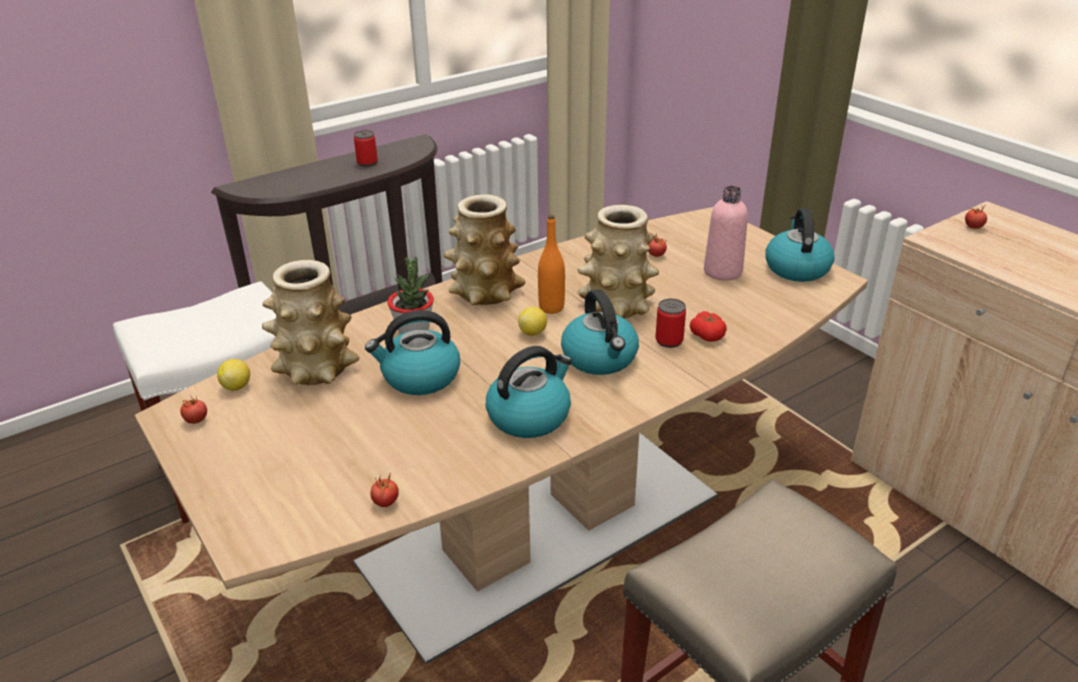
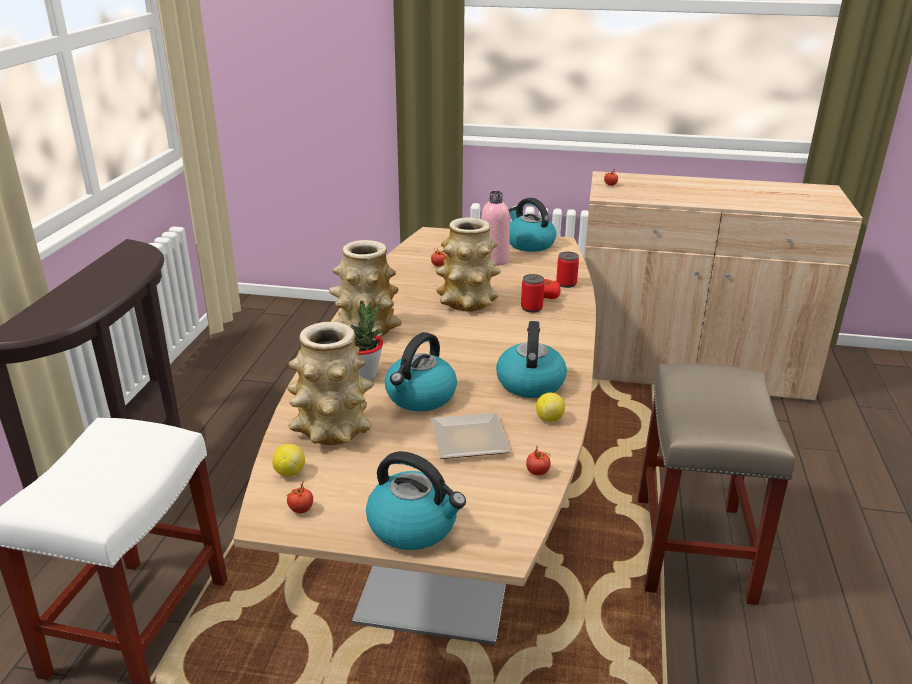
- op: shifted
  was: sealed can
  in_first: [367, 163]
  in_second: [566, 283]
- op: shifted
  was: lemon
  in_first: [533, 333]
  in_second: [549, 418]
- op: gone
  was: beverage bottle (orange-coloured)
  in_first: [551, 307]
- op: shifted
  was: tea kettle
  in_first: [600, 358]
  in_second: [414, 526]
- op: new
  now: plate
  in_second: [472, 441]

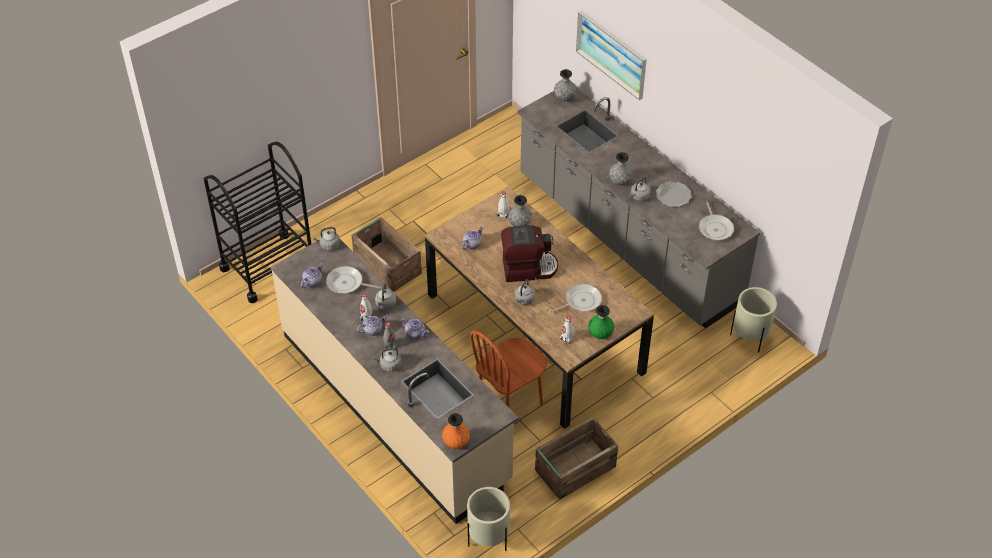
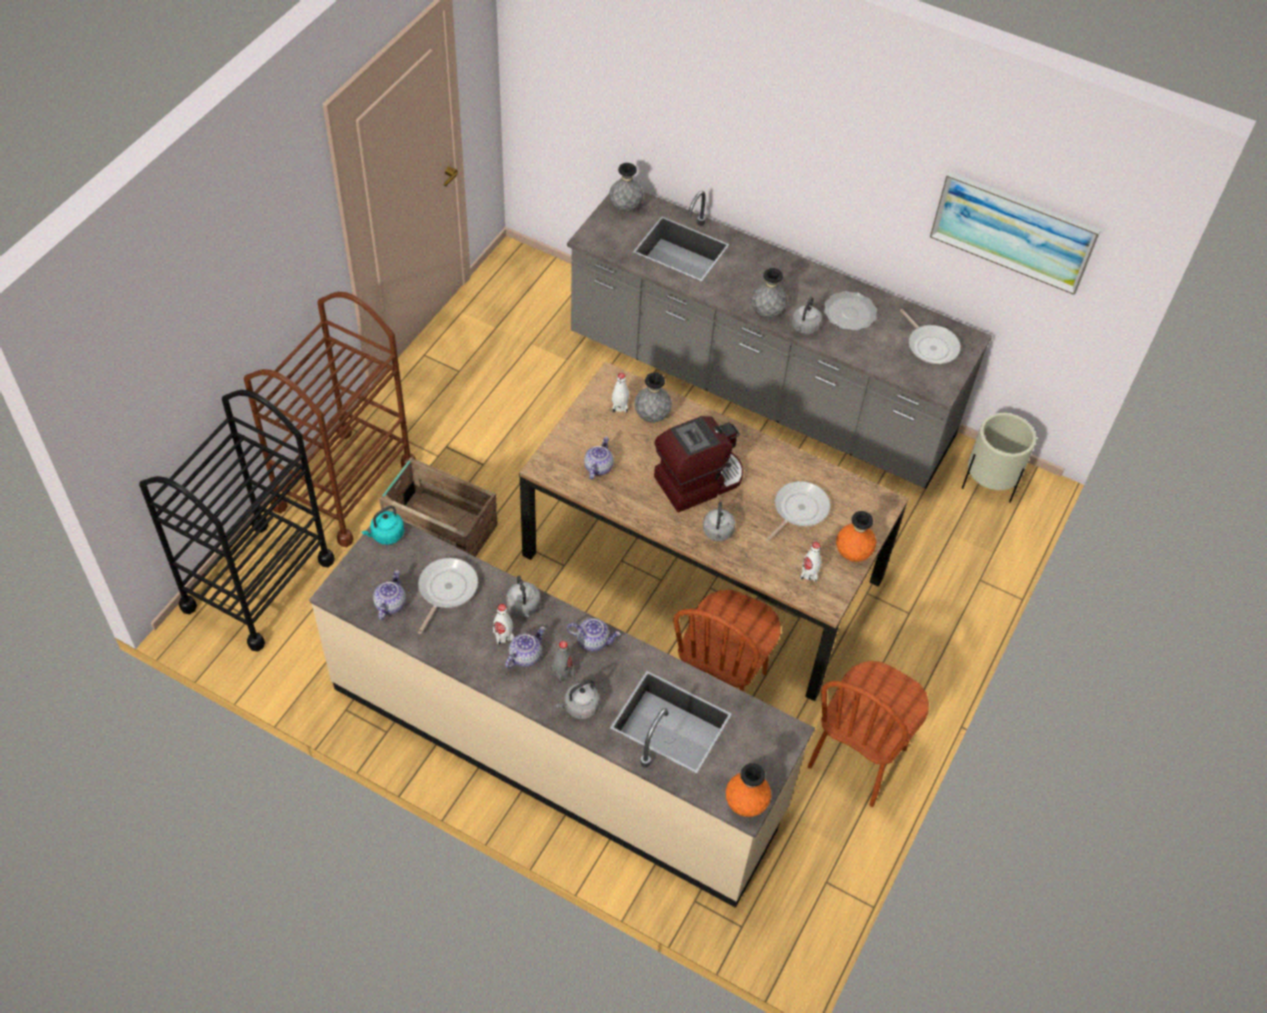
- op: repainted
  was: tea kettle (greyish)
  now: tea kettle (turquoise)
  in_first: [328, 245]
  in_second: [386, 535]
- op: rotated
  was: frying pan
  in_first: [347, 283]
  in_second: [446, 590]
  clockwise: 120
- op: gone
  was: planter (sand-coloured)
  in_first: [488, 539]
- op: swapped
  was: crate
  now: chair (brown-coloured)
  in_first: [574, 469]
  in_second: [858, 758]
- op: shifted
  was: picture
  in_first: [611, 54]
  in_second: [1013, 231]
- op: repainted
  was: flower vase (green-coloured)
  now: flower vase (orange-coloured)
  in_first: [600, 334]
  in_second: [852, 553]
- op: new
  now: wheeled cart (brown-coloured)
  in_second: [344, 486]

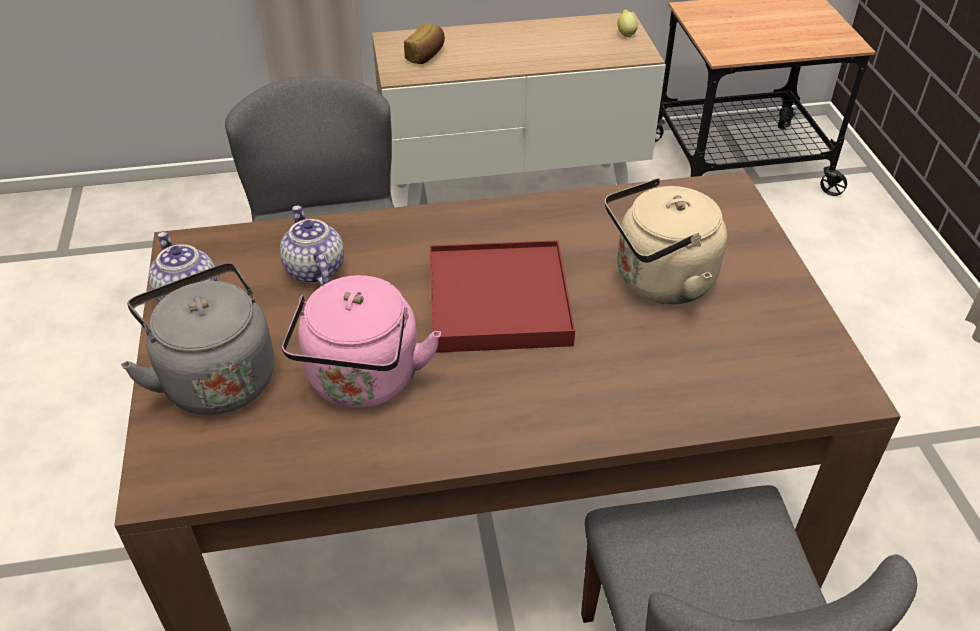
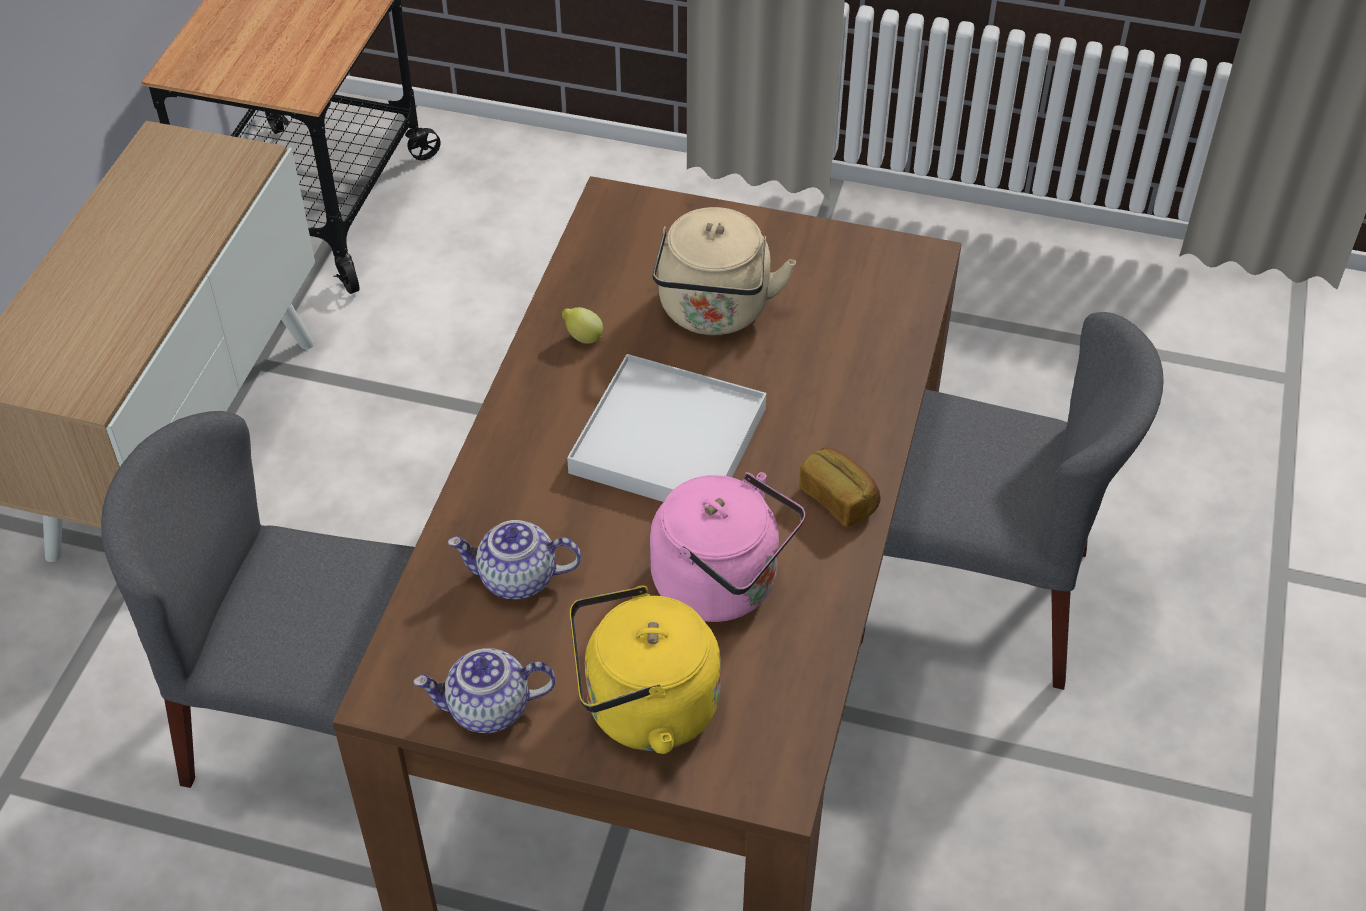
- op: repainted
  was: tea kettle (greyish)
  now: tea kettle (yellow-coloured)
  in_first: [216, 377]
  in_second: [643, 709]
- op: shifted
  was: bread
  in_first: [426, 55]
  in_second: [839, 498]
- op: repainted
  was: tray (red)
  now: tray (whitish)
  in_first: [499, 301]
  in_second: [668, 440]
- op: shifted
  was: lemon
  in_first: [625, 34]
  in_second: [583, 338]

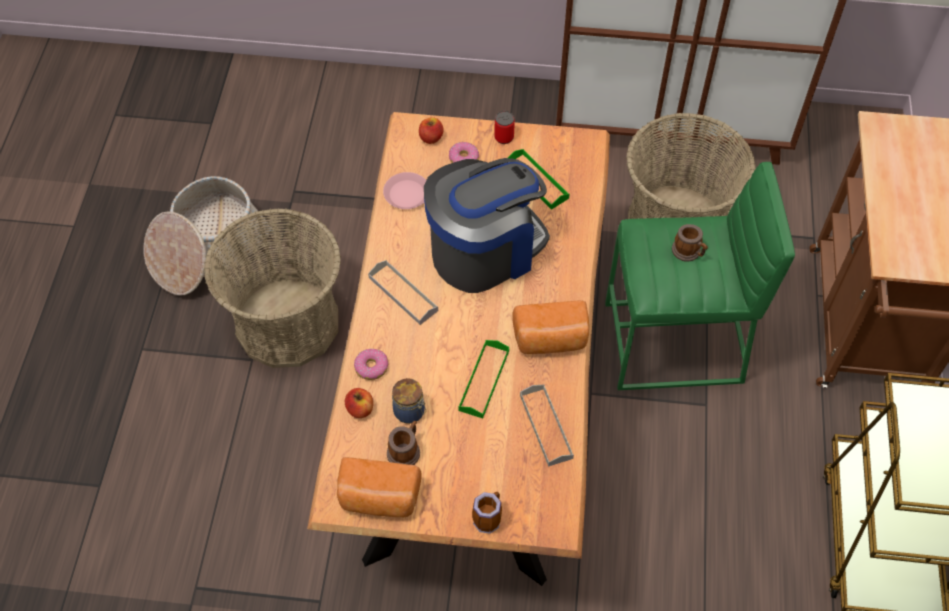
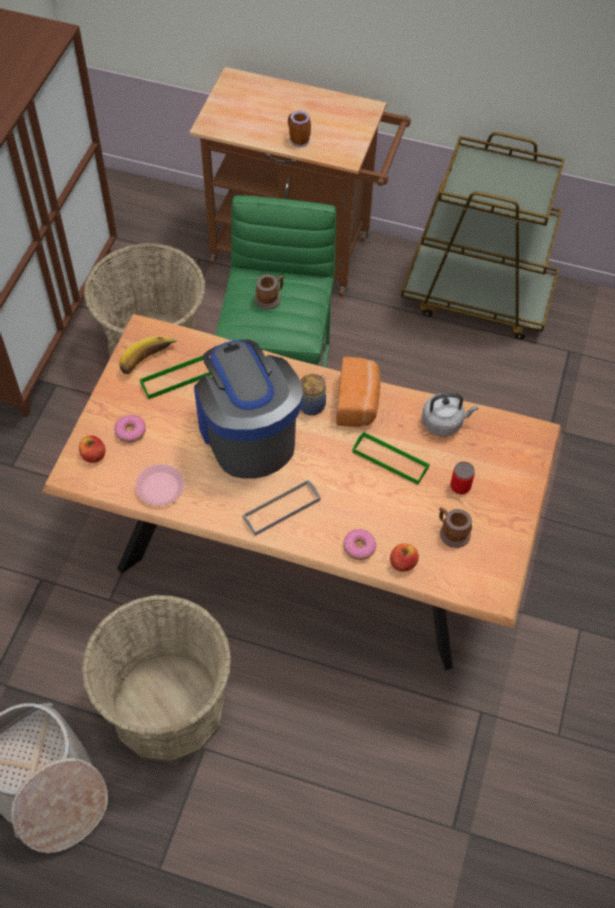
- op: gone
  was: bread
  in_first: [379, 498]
- op: shifted
  was: storage jar
  in_first: [410, 412]
  in_second: [312, 405]
- op: shifted
  was: mug
  in_first: [487, 518]
  in_second: [297, 140]
- op: shifted
  was: sealed can
  in_first: [504, 137]
  in_second: [460, 486]
- op: swapped
  was: tray (greyish)
  now: tea kettle (greyish)
  in_first: [546, 426]
  in_second: [444, 423]
- op: new
  now: banana
  in_second: [149, 362]

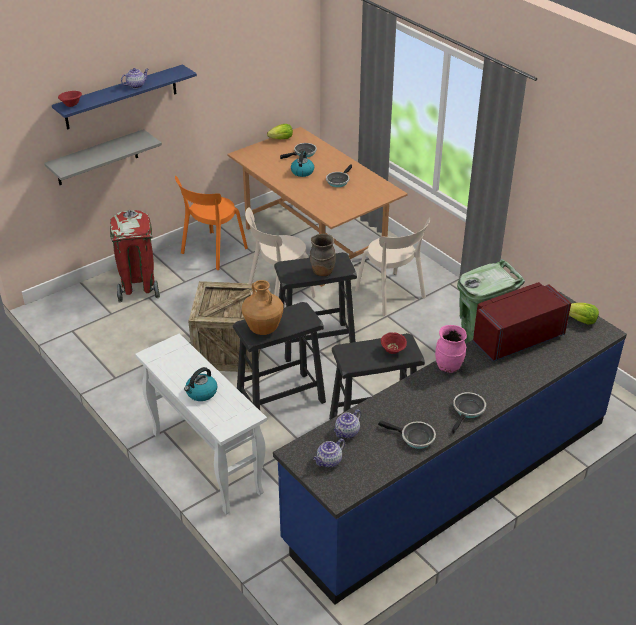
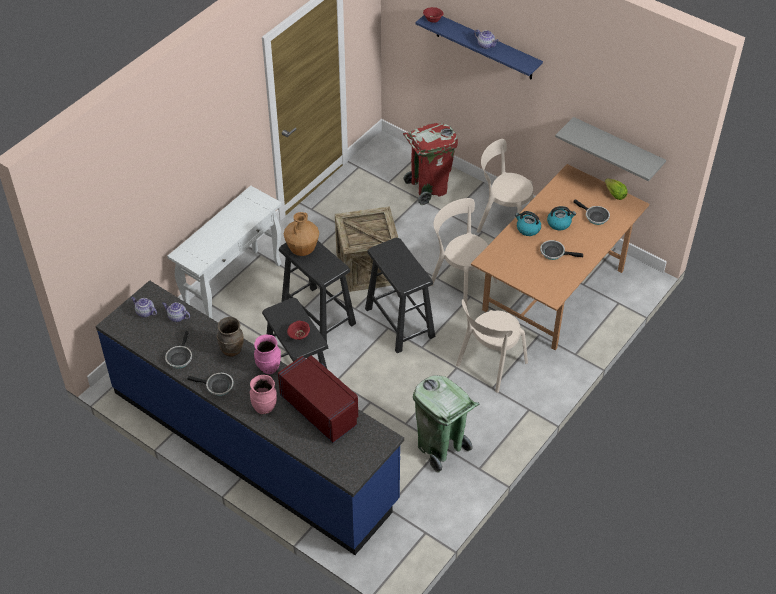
- op: shifted
  was: shelf (greyish)
  in_first: [97, 158]
  in_second: [617, 148]
- op: repainted
  was: chair (orange-coloured)
  now: chair (sand-coloured)
  in_first: [212, 252]
  in_second: [502, 221]
- op: shifted
  was: tea kettle
  in_first: [201, 393]
  in_second: [527, 229]
- op: shifted
  was: flower vase (brown-coloured)
  in_first: [322, 272]
  in_second: [232, 349]
- op: gone
  was: head of lettuce
  in_first: [581, 321]
- op: new
  now: flower vase (pink-coloured)
  in_second: [265, 407]

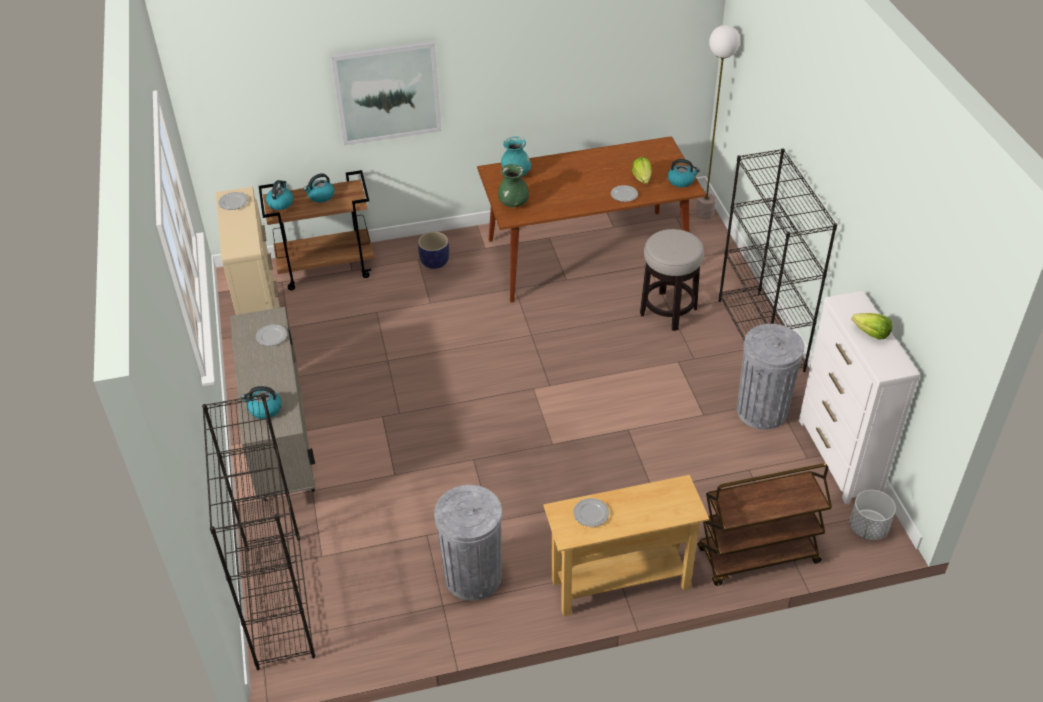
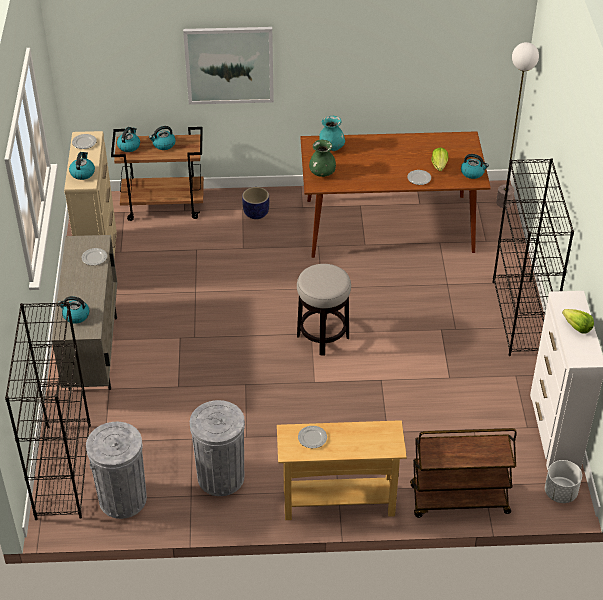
- op: shifted
  was: sitting stool
  in_first: [668, 311]
  in_second: [323, 336]
- op: shifted
  was: waste bin (greyish)
  in_first: [762, 411]
  in_second: [122, 499]
- op: new
  now: tea kettle
  in_second: [82, 173]

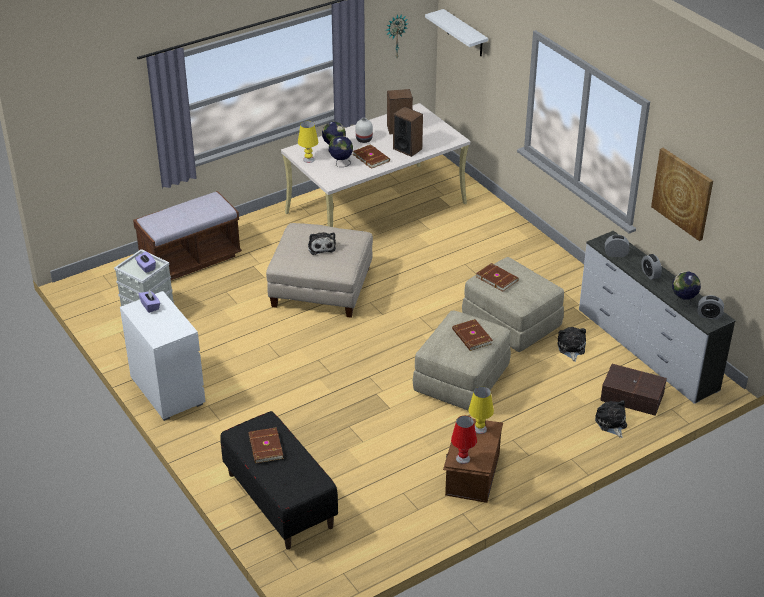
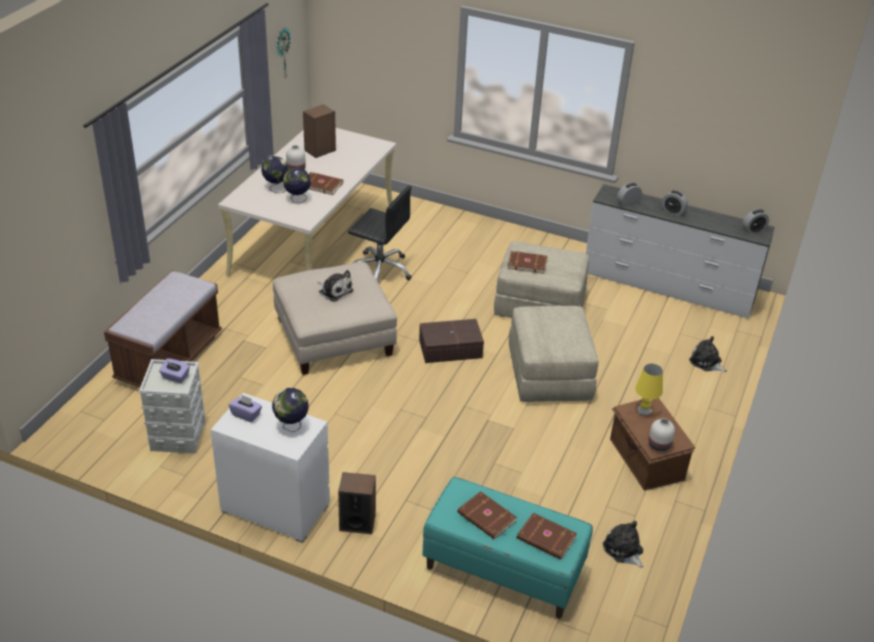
- op: repainted
  was: bench (black-coloured)
  now: bench (turquoise)
  in_first: [279, 500]
  in_second: [502, 570]
- op: gone
  was: tabletop lamp (yellow-coloured)
  in_first: [308, 160]
- op: shifted
  was: audio speaker
  in_first: [407, 149]
  in_second: [357, 522]
- op: gone
  was: shelf (whitish)
  in_first: [465, 34]
- op: swapped
  was: tabletop lamp (red)
  now: flower vase (whitish)
  in_first: [463, 458]
  in_second: [659, 444]
- op: shifted
  was: book (brown-coloured)
  in_first: [471, 337]
  in_second: [546, 539]
- op: shifted
  was: plush toy
  in_first: [571, 348]
  in_second: [624, 550]
- op: shifted
  was: storage bin (brown-coloured)
  in_first: [631, 396]
  in_second: [449, 348]
- op: gone
  was: picture
  in_first: [682, 193]
- op: shifted
  was: desk globe
  in_first: [683, 302]
  in_second: [291, 426]
- op: new
  now: office chair (black-coloured)
  in_second: [380, 270]

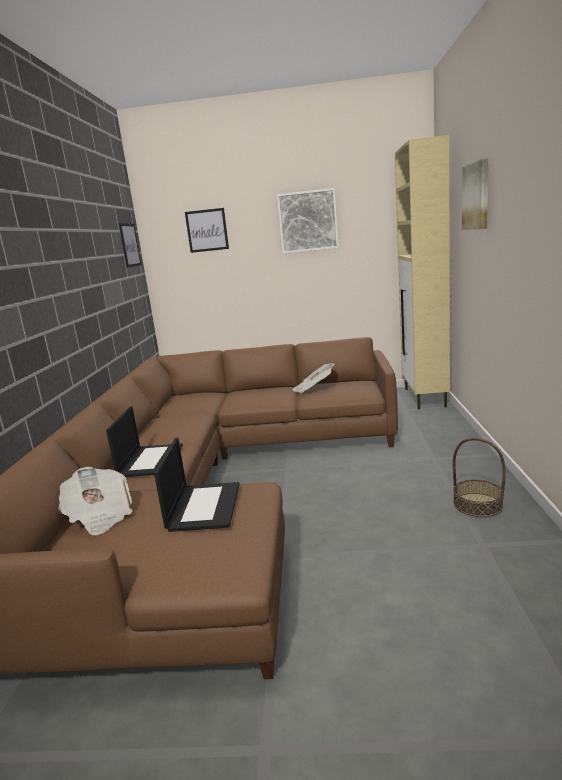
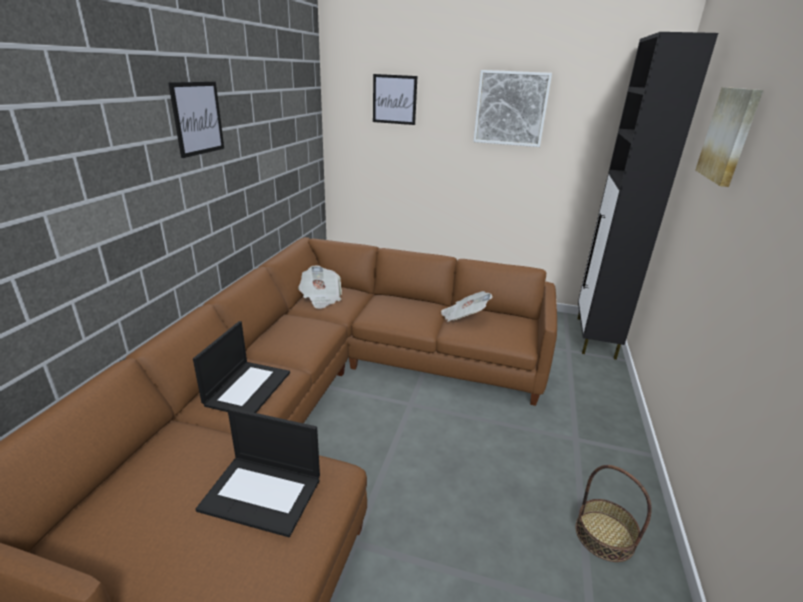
- op: shifted
  was: daily paper
  in_first: [99, 516]
  in_second: [320, 298]
- op: shifted
  was: picture
  in_first: [129, 245]
  in_second: [197, 118]
- op: rotated
  was: notebook computer
  in_first: [204, 506]
  in_second: [263, 493]
  clockwise: 90
- op: repainted
  was: cabinet (sand-coloured)
  now: cabinet (black-coloured)
  in_first: [424, 398]
  in_second: [595, 338]

